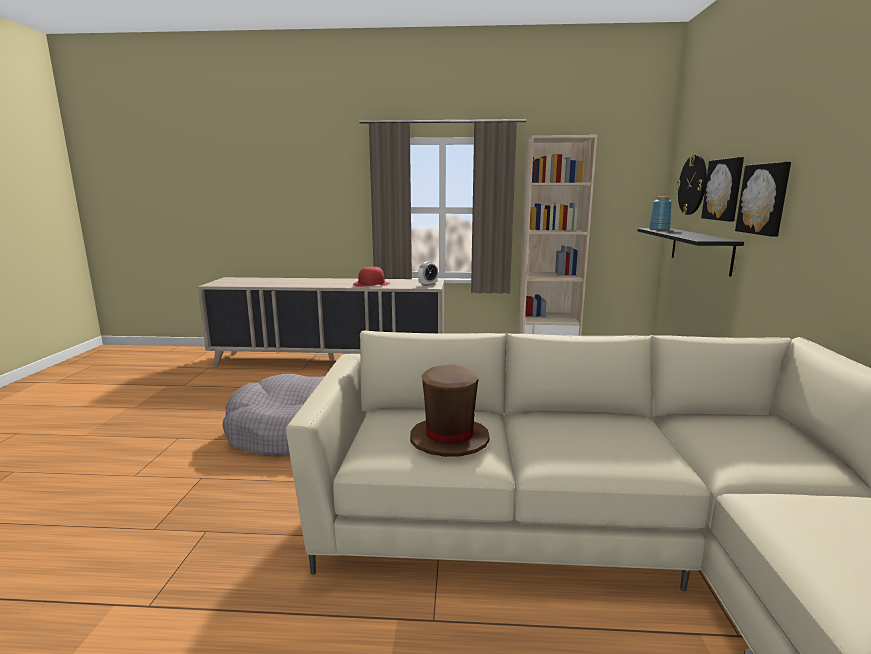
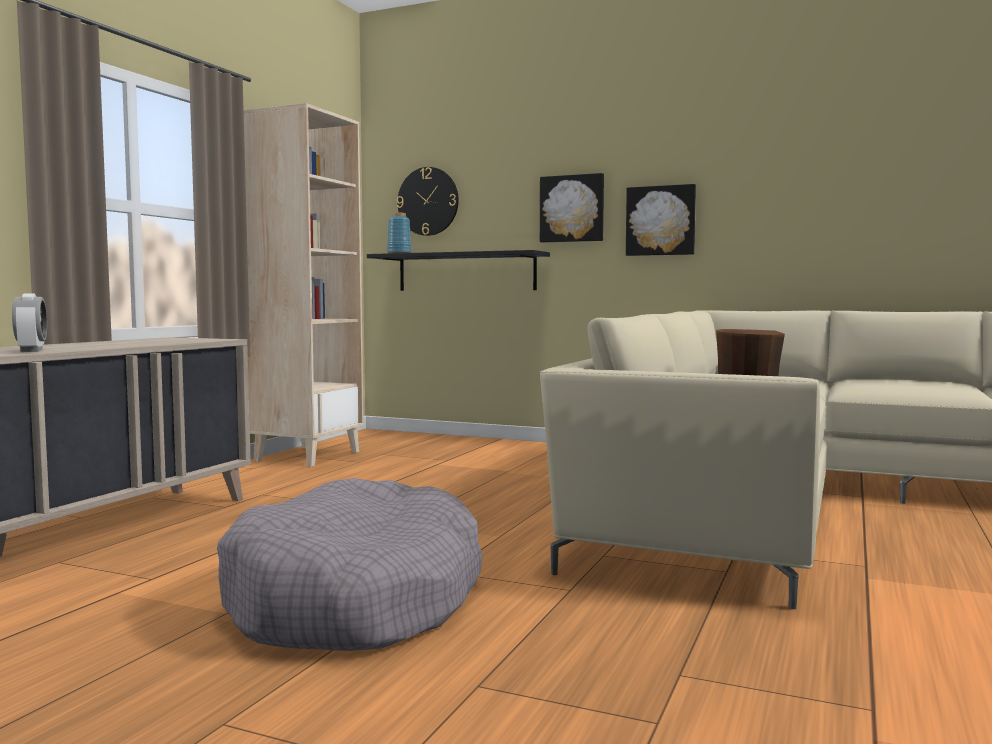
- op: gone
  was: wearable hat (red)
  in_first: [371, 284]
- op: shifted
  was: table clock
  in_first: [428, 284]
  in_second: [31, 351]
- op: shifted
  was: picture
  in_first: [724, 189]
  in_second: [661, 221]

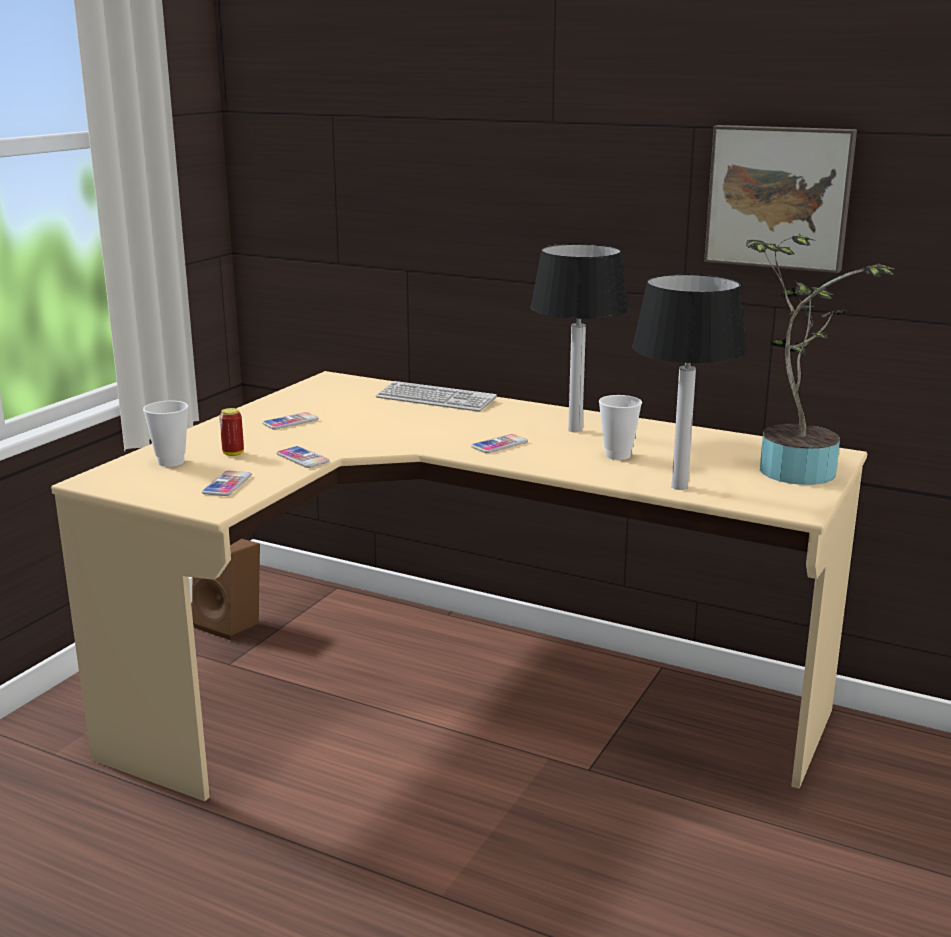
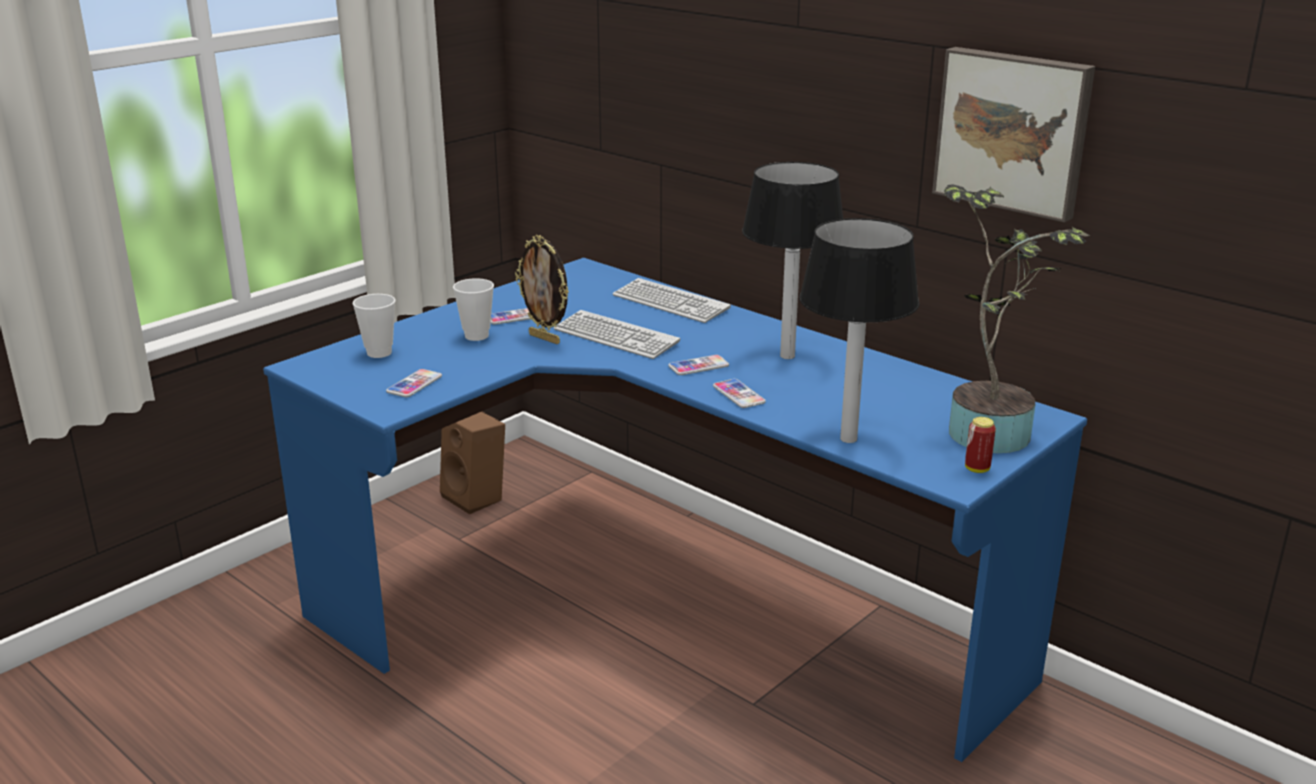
- op: repainted
  was: desk unit (sand-coloured)
  now: desk unit (blue-coloured)
  in_first: [457, 696]
  in_second: [658, 605]
- op: shifted
  was: sealed can
  in_first: [233, 454]
  in_second: [977, 469]
- op: shifted
  was: phone
  in_first: [302, 458]
  in_second: [738, 395]
- op: shifted
  was: small cup
  in_first: [617, 455]
  in_second: [476, 336]
- op: new
  now: picture frame
  in_second: [545, 338]
- op: new
  now: PC keyboard
  in_second: [616, 337]

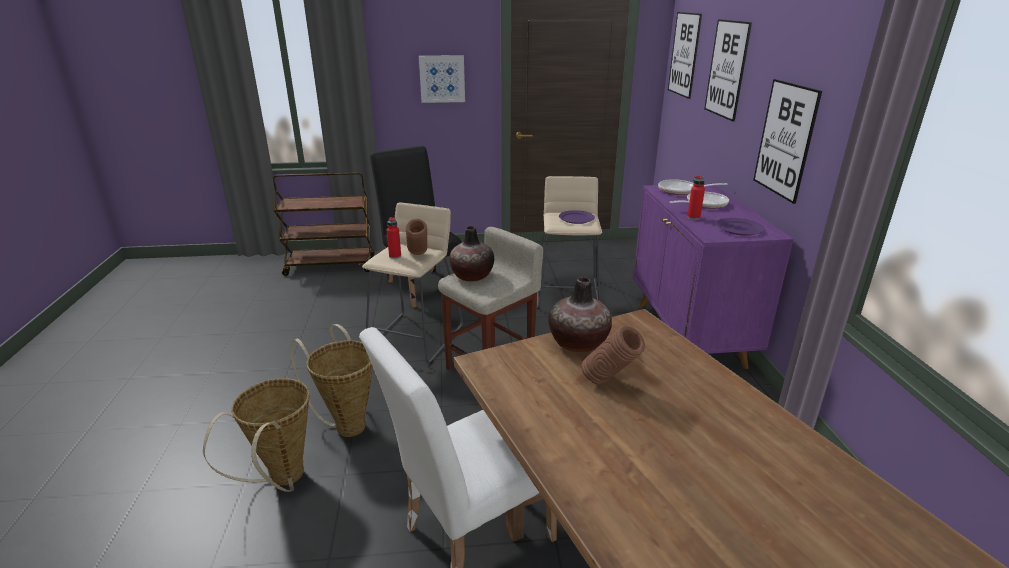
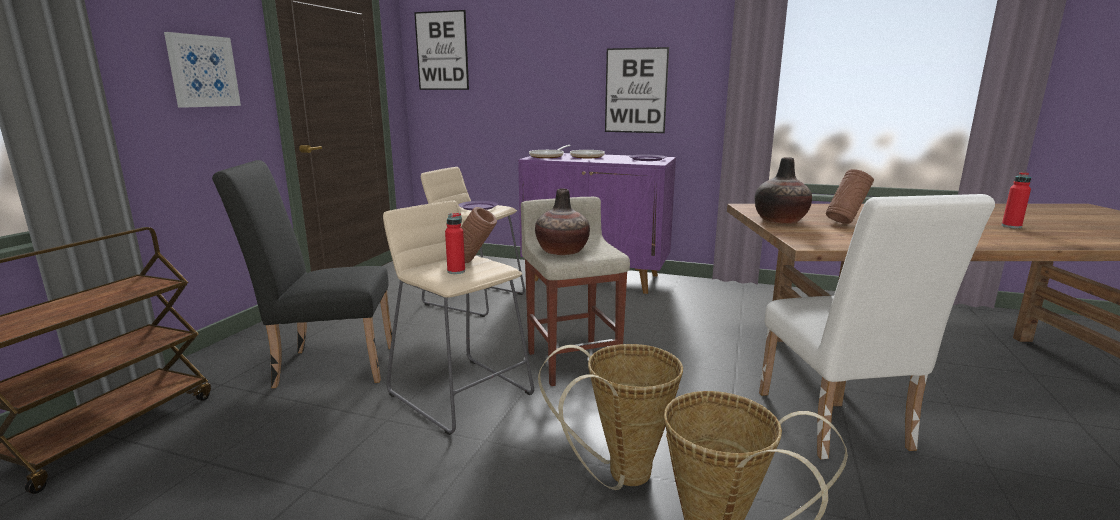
- op: shifted
  was: beverage bottle (red)
  in_first: [693, 217]
  in_second: [1011, 226]
- op: gone
  was: picture
  in_first: [727, 69]

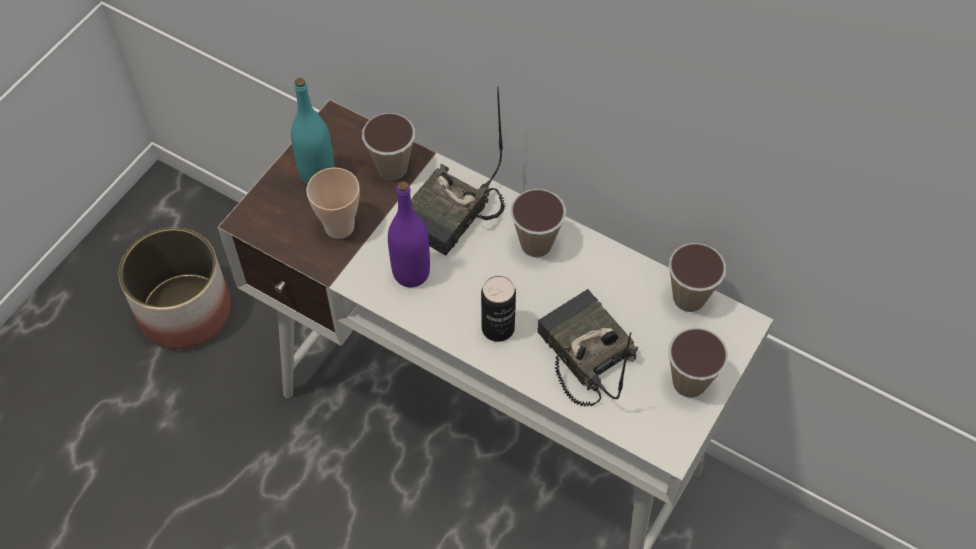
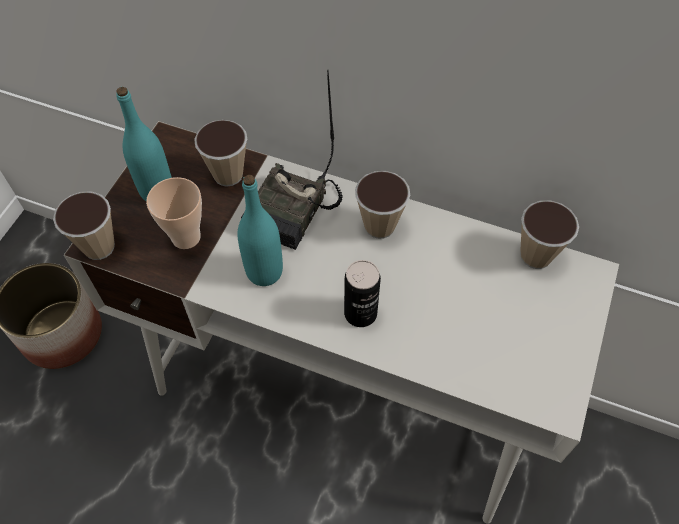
- op: repainted
  was: beverage bottle (purple-coloured)
  now: beverage bottle (turquoise)
  in_first: [411, 273]
  in_second: [264, 272]
- op: gone
  was: radio receiver
  in_first: [582, 353]
- op: shifted
  was: small cup
  in_first: [689, 382]
  in_second: [99, 247]

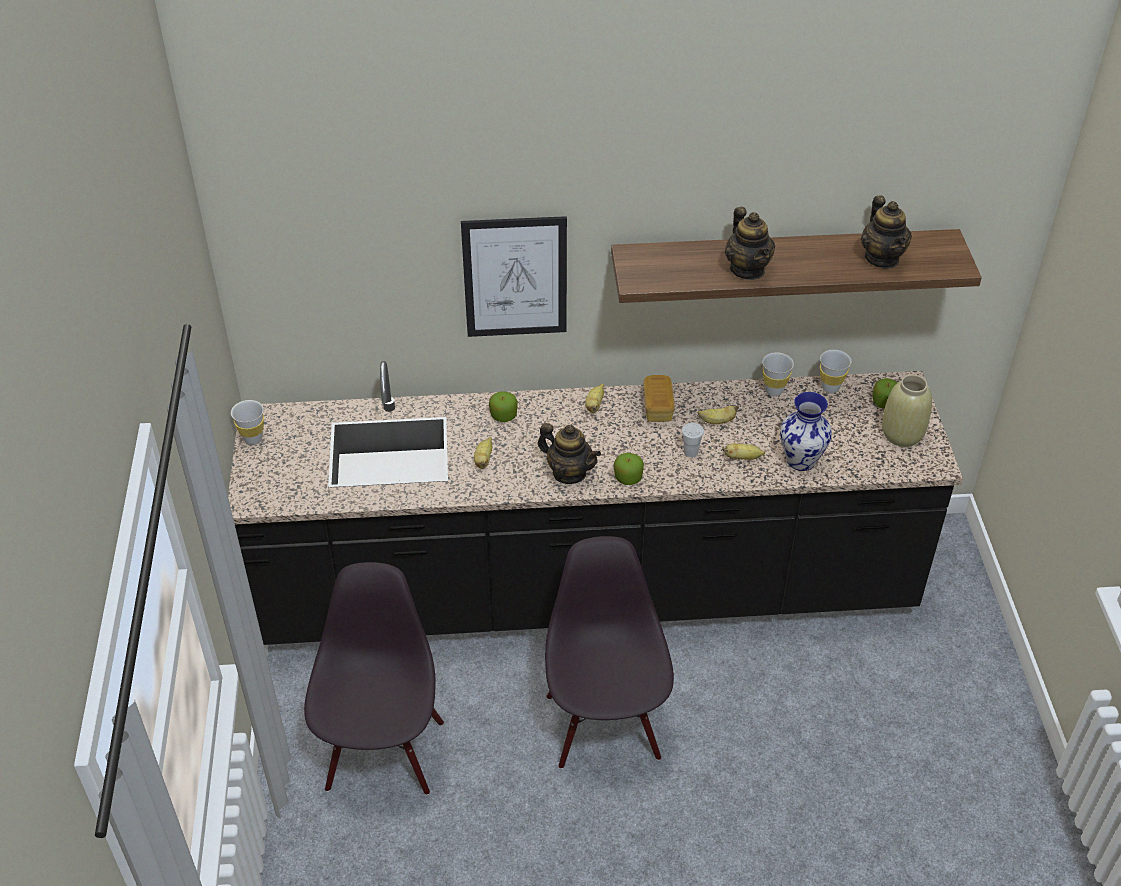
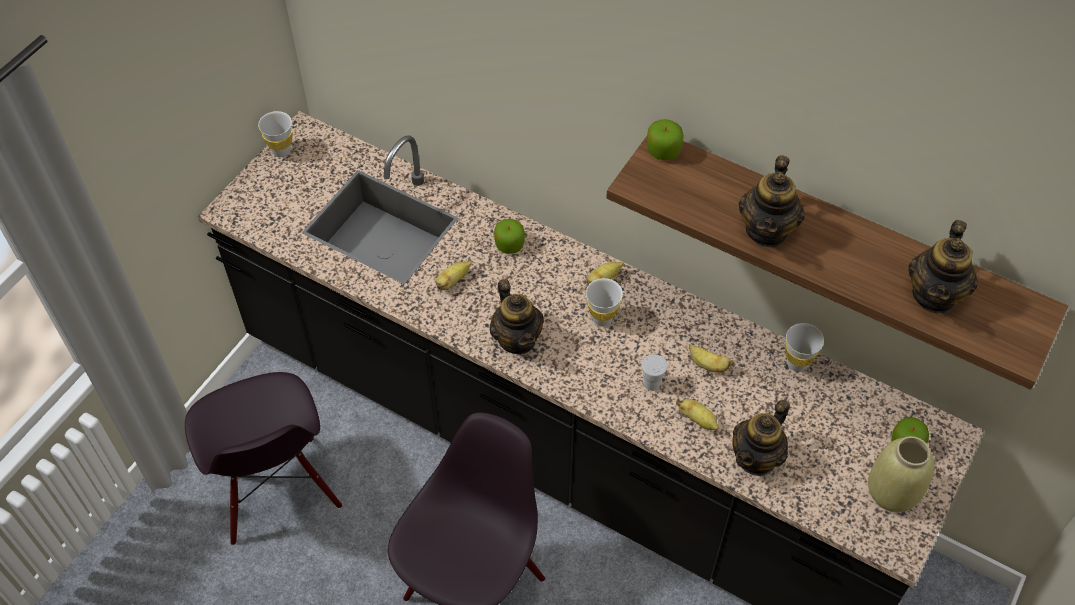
- op: rotated
  was: chair (black-coloured)
  in_first: [383, 754]
  in_second: [276, 490]
  clockwise: 120
- op: gone
  was: picture
  in_first: [515, 277]
- op: shifted
  was: apple
  in_first: [628, 478]
  in_second: [663, 150]
- op: gone
  was: bread
  in_first: [657, 407]
- op: swapped
  was: flower vase
  now: teapot
  in_first: [801, 460]
  in_second: [756, 458]
- op: shifted
  was: small cup (whitish)
  in_first: [830, 388]
  in_second: [602, 318]

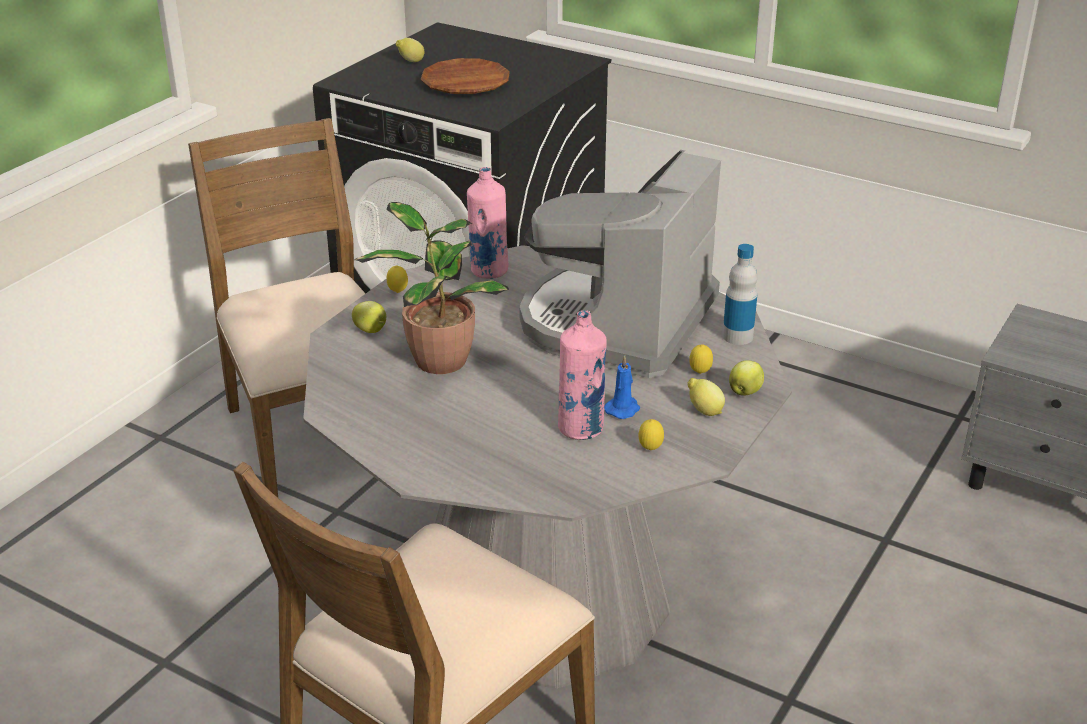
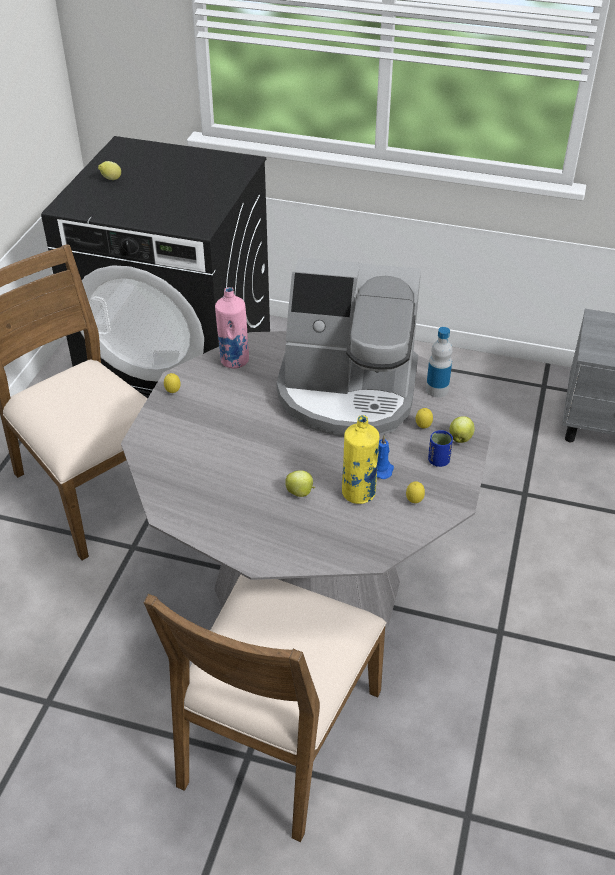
- op: shifted
  was: apple
  in_first: [371, 330]
  in_second: [300, 493]
- op: gone
  was: plant in a pot
  in_first: [437, 359]
- op: gone
  was: plate (brown-coloured)
  in_first: [465, 83]
- op: rotated
  was: coffee maker
  in_first: [617, 323]
  in_second: [348, 393]
  clockwise: -90
- op: repainted
  was: beverage bottle (pink-coloured)
  now: beverage bottle (yellow-coloured)
  in_first: [581, 429]
  in_second: [358, 493]
- op: swapped
  was: lemon
  now: small cup (blue-coloured)
  in_first: [704, 411]
  in_second: [438, 460]

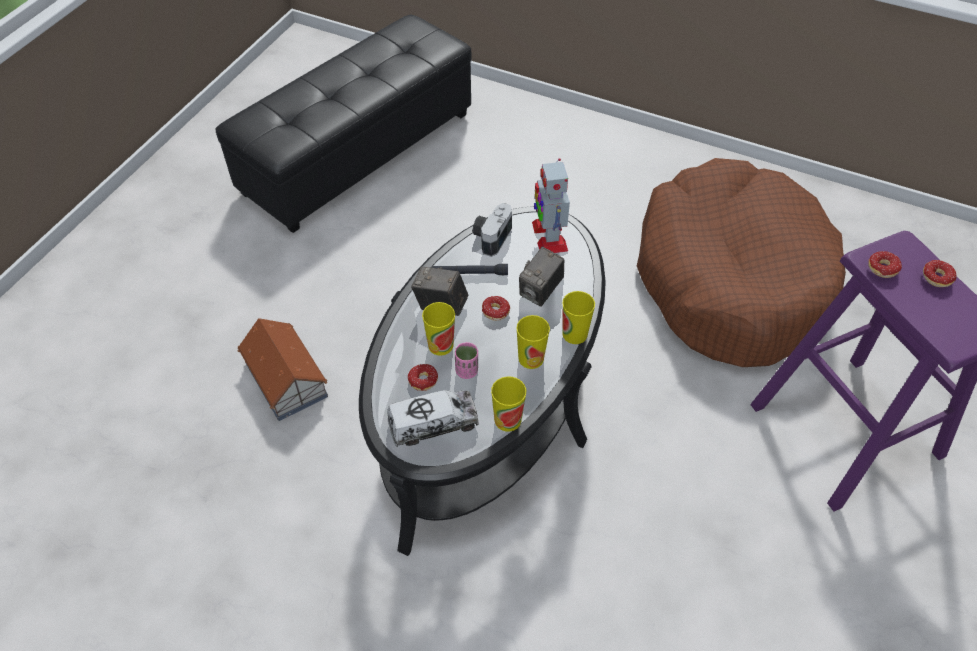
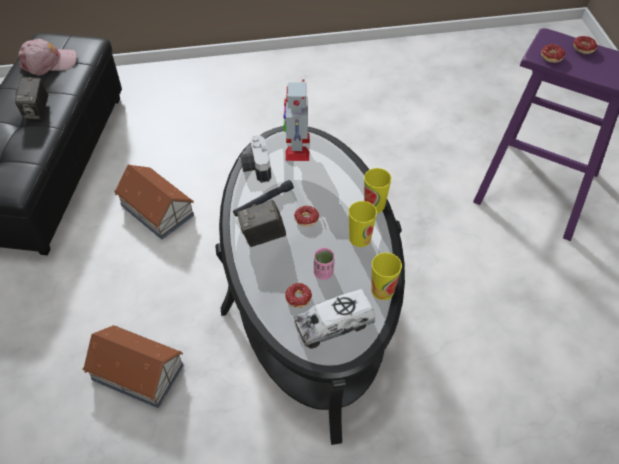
- op: rotated
  was: model truck
  in_first: [433, 424]
  in_second: [334, 325]
  clockwise: -150
- op: gone
  was: small cup
  in_first: [440, 345]
- op: shifted
  was: still camera
  in_first: [540, 291]
  in_second: [37, 111]
- op: rotated
  was: toy robot
  in_first: [549, 236]
  in_second: [297, 146]
  clockwise: 45
- op: gone
  was: dog cushion (brown-coloured)
  in_first: [730, 280]
- op: new
  now: baseball cap (pink-coloured)
  in_second: [48, 62]
- op: new
  now: miniature house
  in_second: [157, 209]

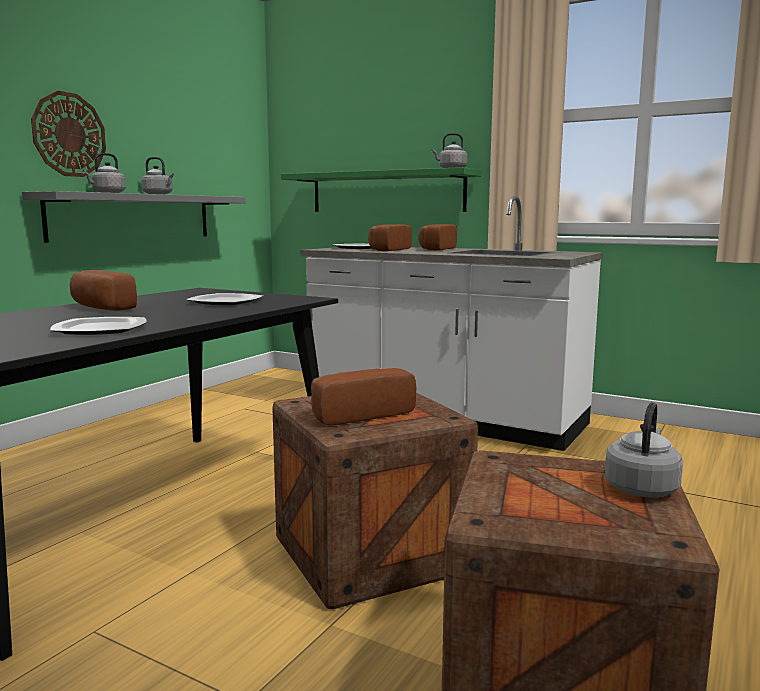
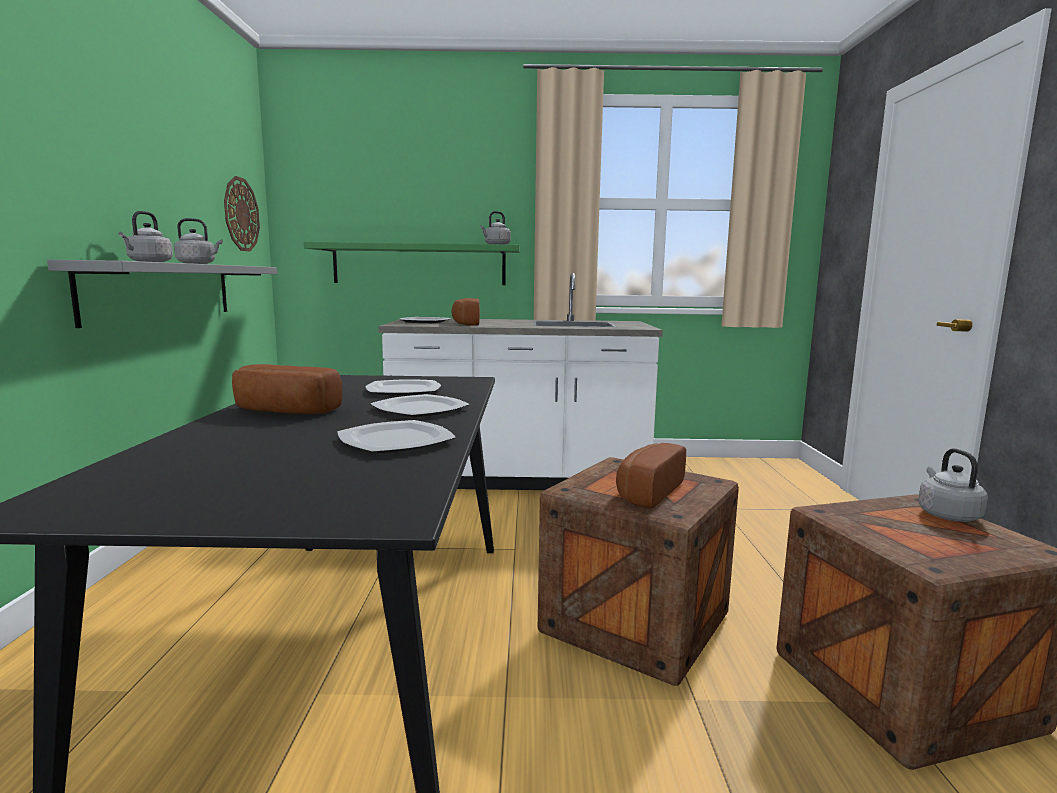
- op: shifted
  was: clock on the wall
  in_first: [69, 135]
  in_second: [241, 214]
- op: gone
  was: bread
  in_first: [435, 249]
- op: new
  now: plate
  in_second: [420, 409]

